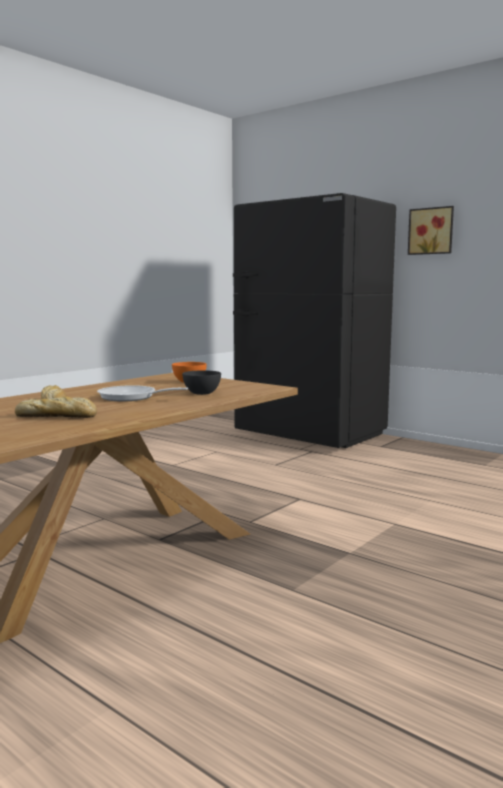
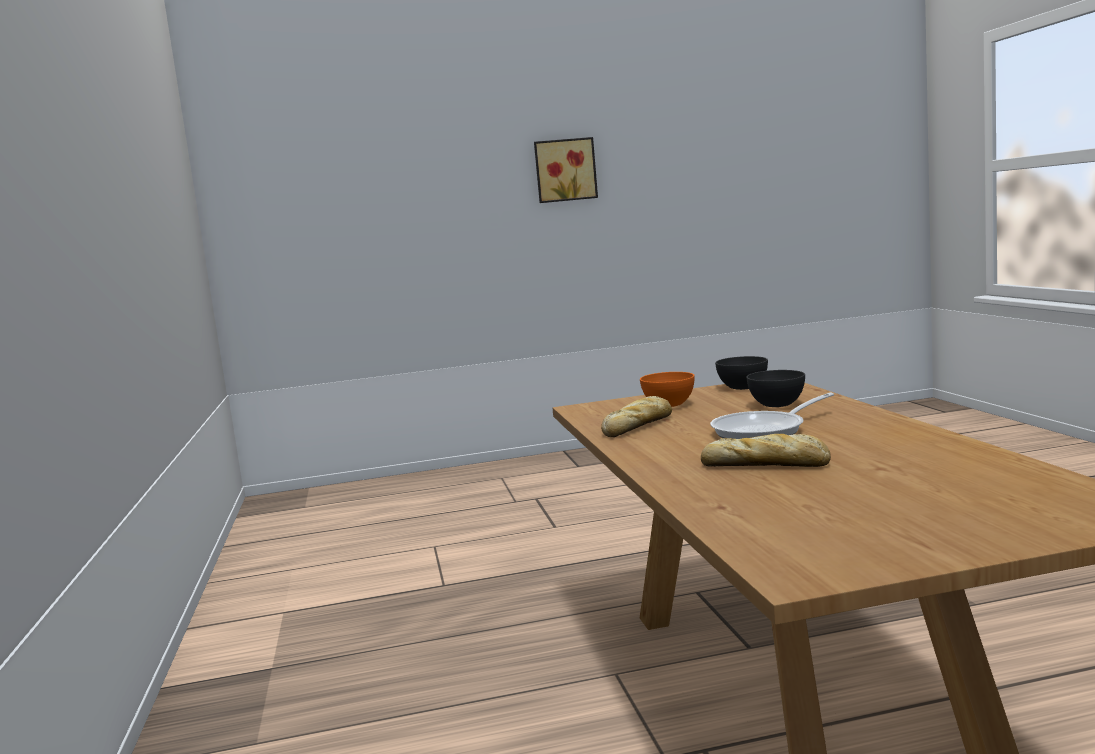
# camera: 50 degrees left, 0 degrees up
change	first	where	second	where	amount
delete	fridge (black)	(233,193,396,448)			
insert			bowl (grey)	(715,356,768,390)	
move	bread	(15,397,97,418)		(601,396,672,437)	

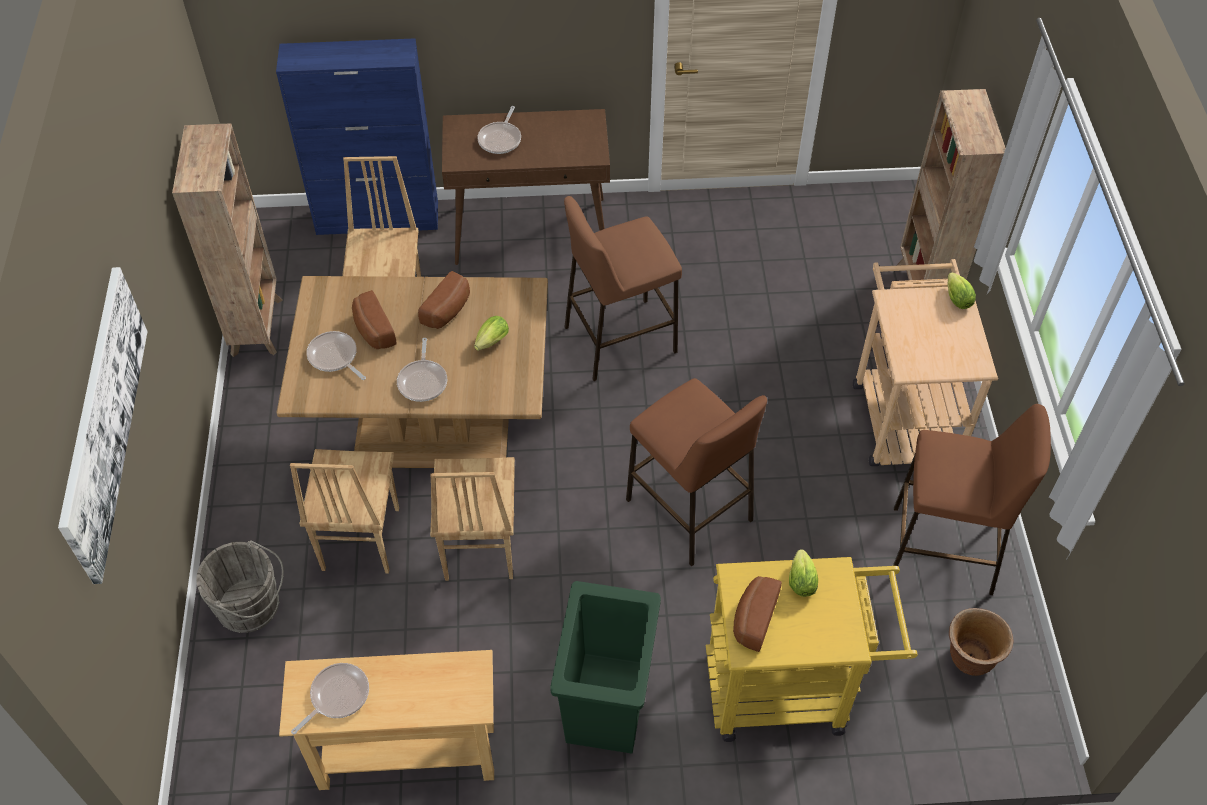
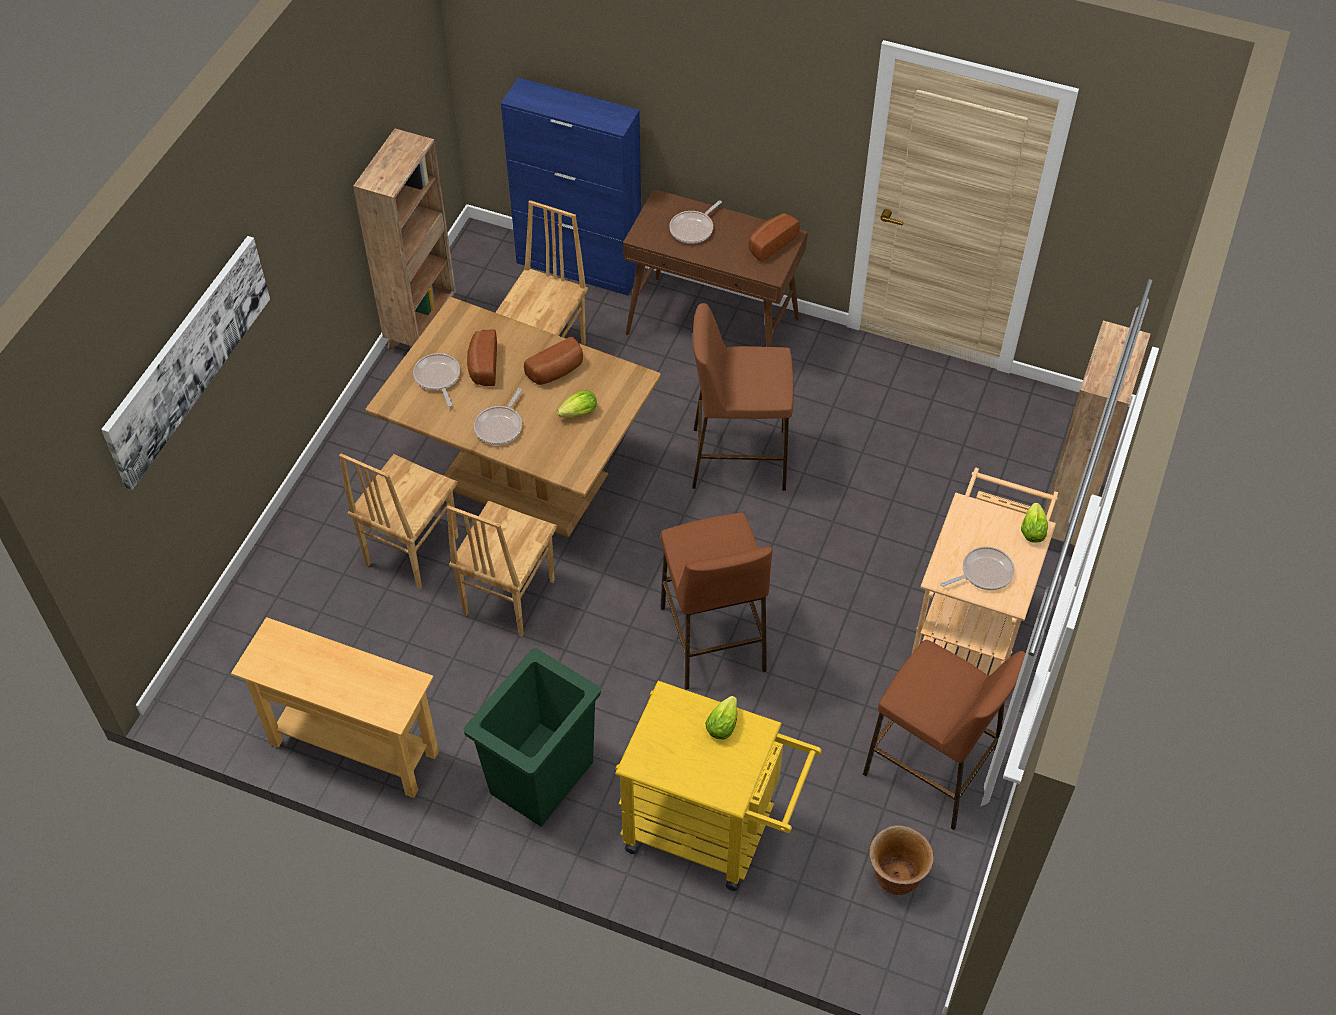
# camera: 25 degrees right, 0 degrees up
change	first	where	second	where	amount
delete	bucket (grey)	(196,540,284,633)			
move	frying pan	(291,663,369,734)		(940,546,1014,590)	
move	bread	(733,576,782,652)		(749,213,800,262)	

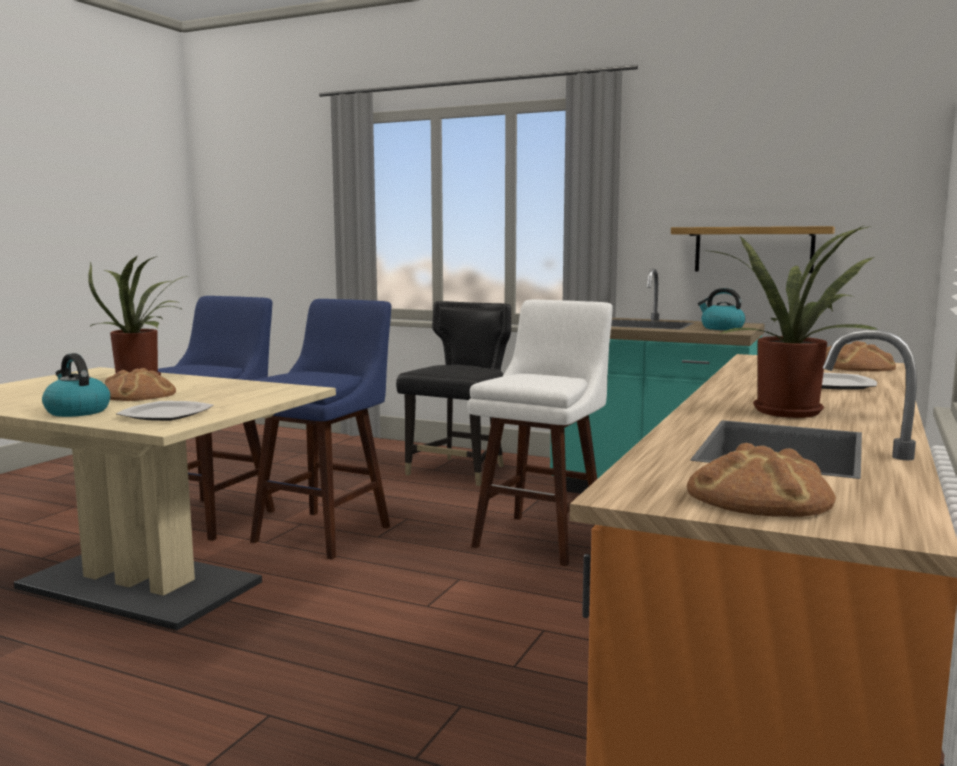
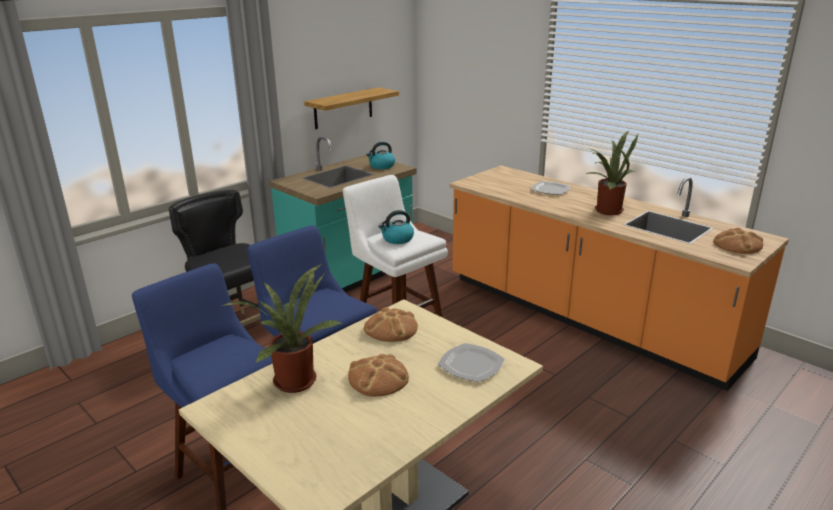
# camera: 70 degrees left, 15 degrees up
change	first	where	second	where	amount
move	kettle	(42,353,110,417)		(378,210,414,244)	
move	bread	(825,341,896,372)		(364,307,418,342)	

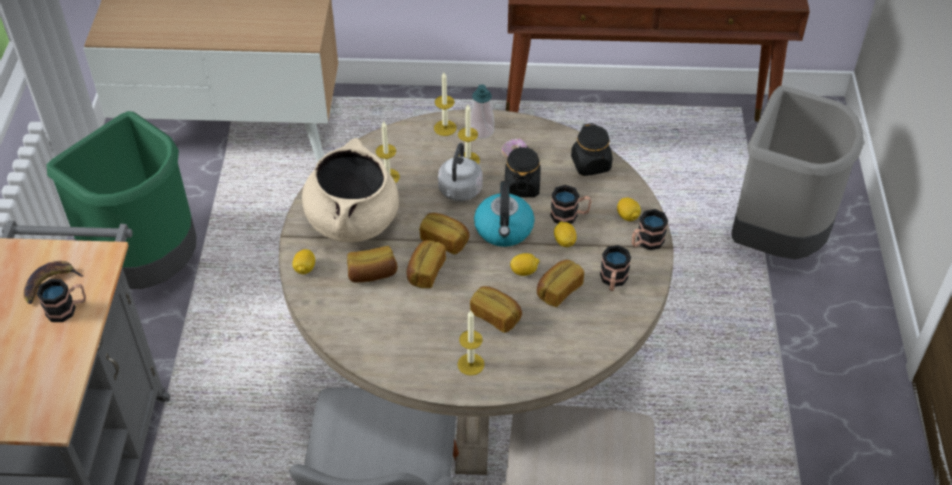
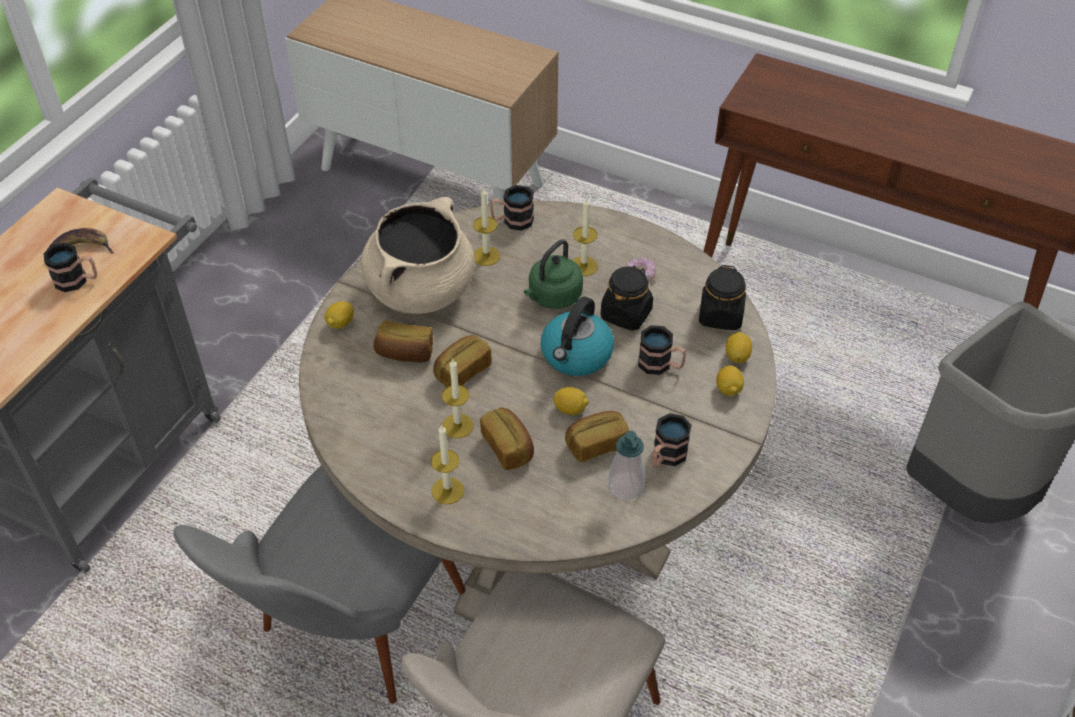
# camera: 25 degrees right, 0 degrees up
change	first	where	second	where	amount
delete	trash can (green)	(46,111,197,289)			
delete	bread	(419,213,470,254)			
move	candle	(434,72,457,136)		(442,359,474,438)	
move	soap dispenser	(470,84,494,139)		(608,431,645,500)	
move	lemon	(554,221,577,247)		(726,332,752,363)	
move	mug	(632,209,668,250)		(490,185,534,231)	
recolor	kettle (grey)	(438,143,483,201)	kettle (green)	(524,239,583,309)	

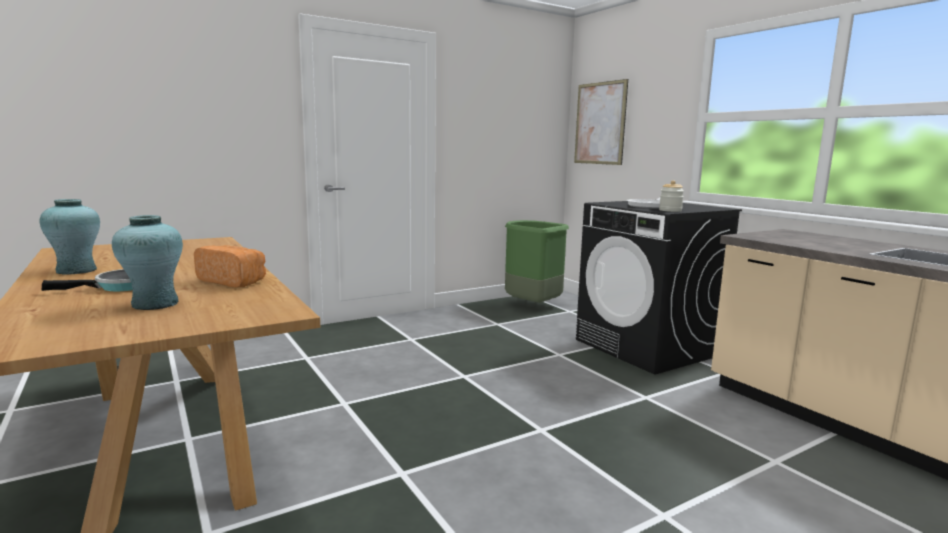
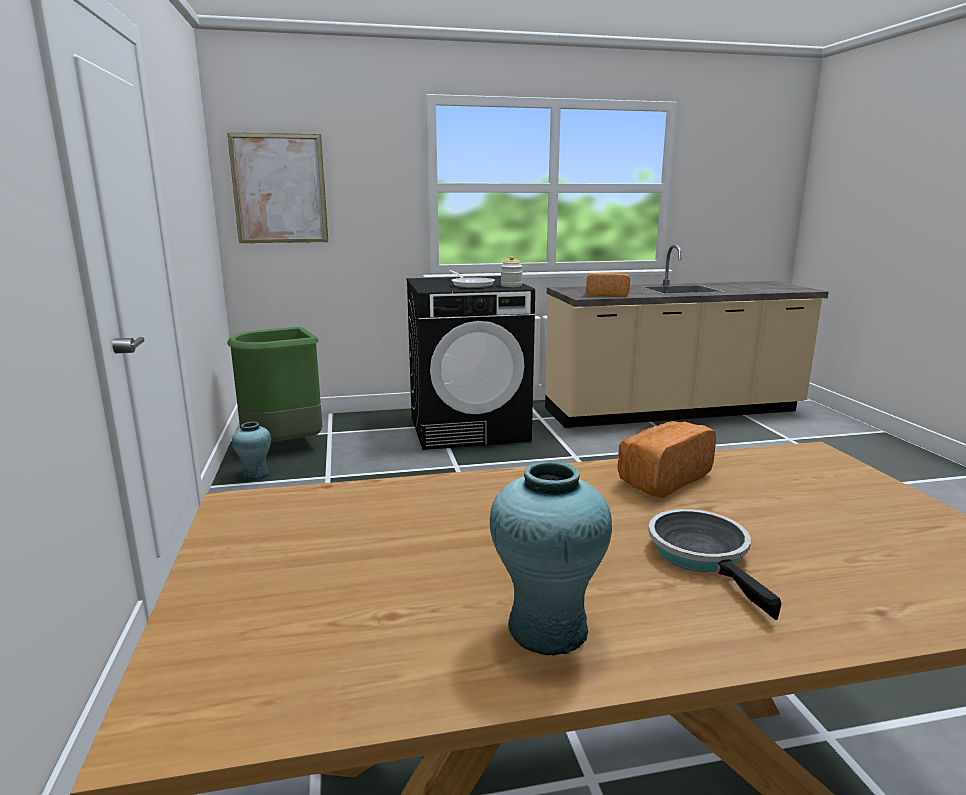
# camera: 70 degrees left, 5 degrees up
change	first	where	second	where	amount
insert			bread	(586,273,630,296)	
move	vase (turquoise)	(112,215,183,310)		(232,422,271,480)	

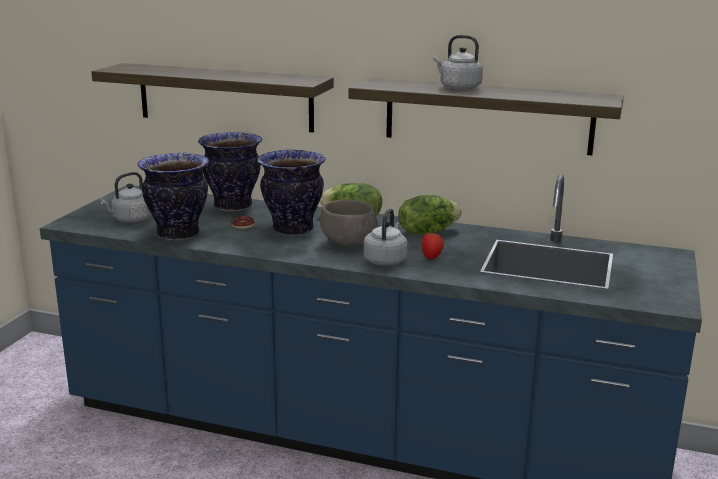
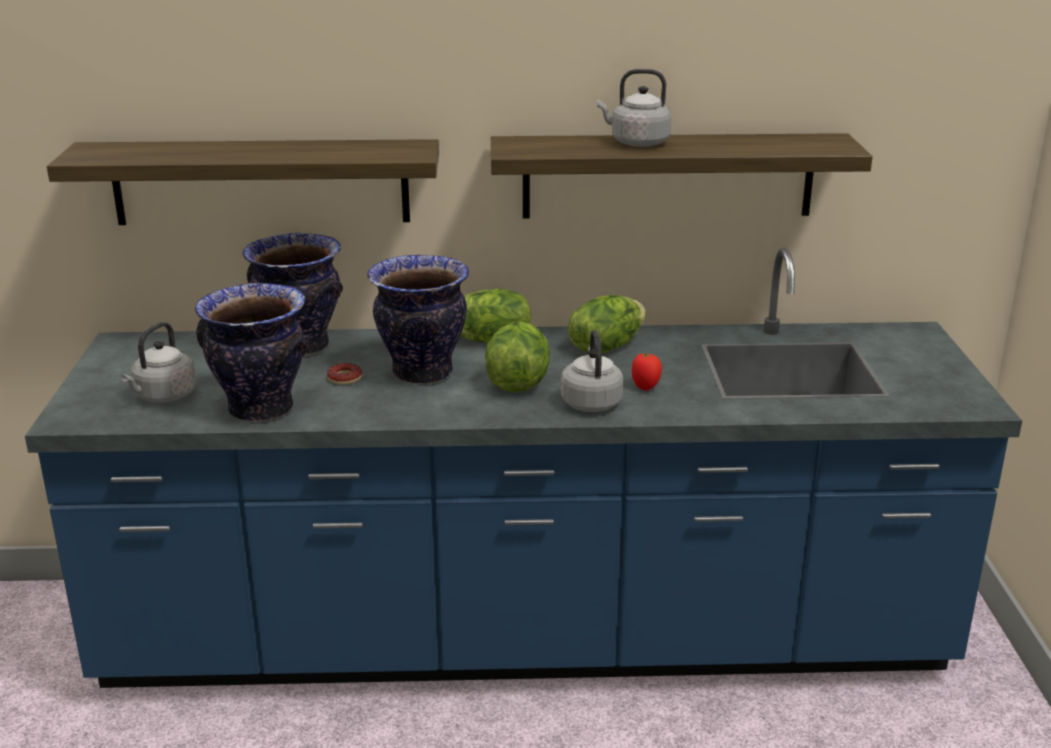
# camera: 20 degrees left, 5 degrees up
change	first	where	second	where	amount
replace	bowl (brown)	(320,199,377,246)	lettuce	(485,322,550,392)	

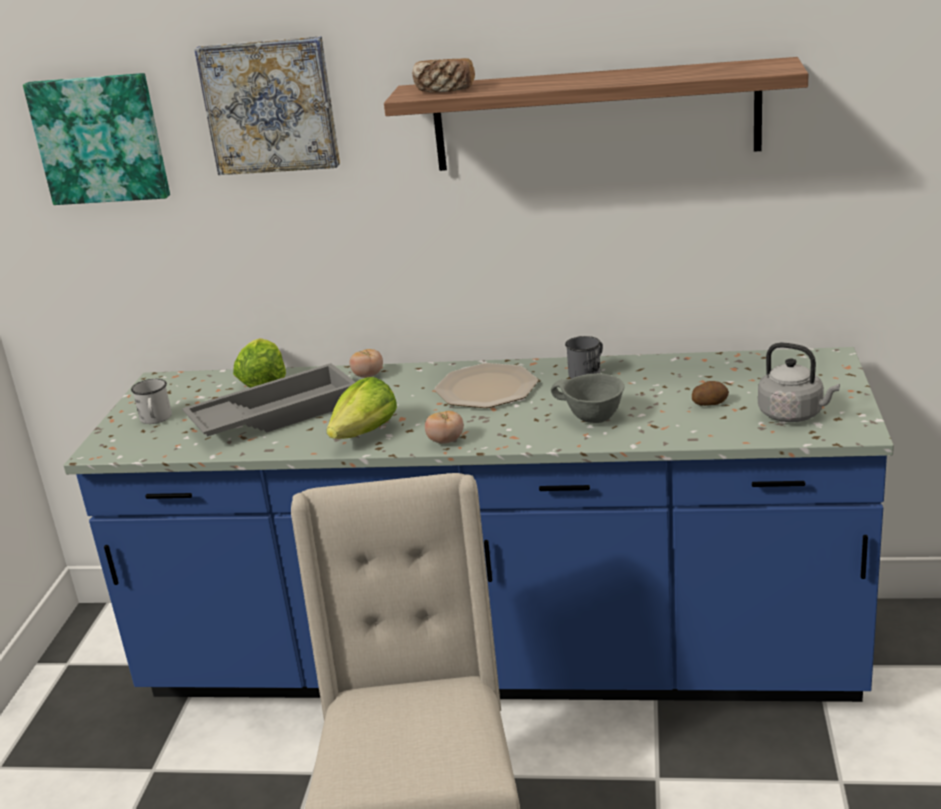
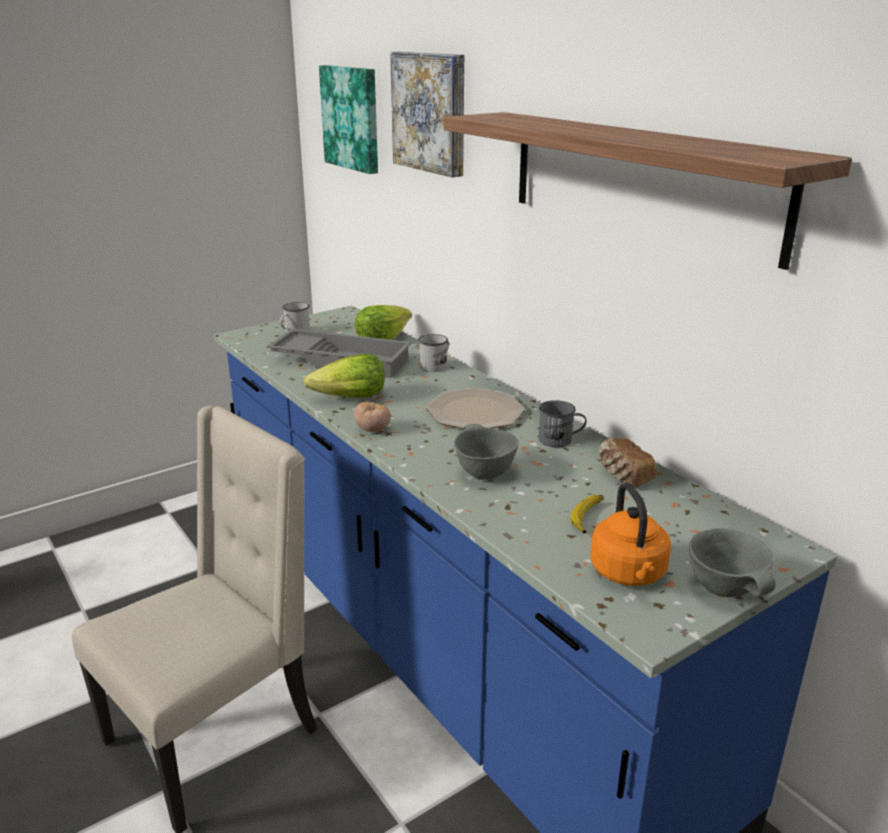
# camera: 45 degrees right, 0 degrees up
change	first	where	second	where	amount
insert			bowl (grey)	(689,528,776,597)	
move	bread	(412,58,475,93)		(599,438,657,487)	
replace	tomato	(349,349,383,378)	mug (white)	(418,334,449,372)	
replace	potato	(692,381,729,406)	banana	(570,495,604,534)	
recolor	kettle (grey)	(758,343,840,422)	kettle (orange)	(590,482,671,586)	

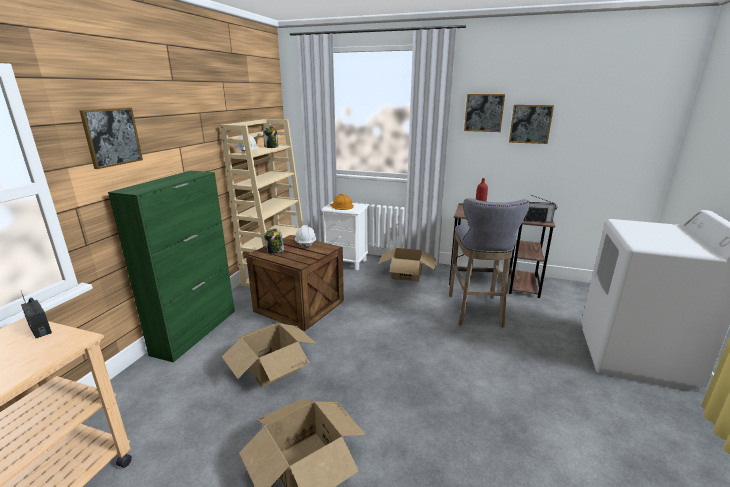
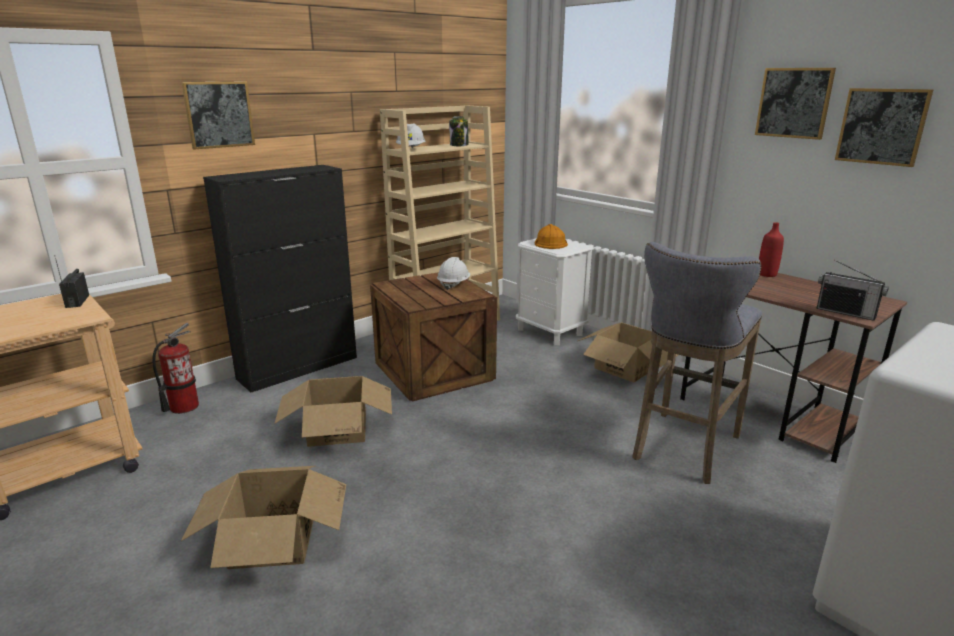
# camera: 30 degrees right, 0 degrees up
change	first	where	second	where	amount
delete	jar	(264,229,284,254)			
insert			fire extinguisher	(152,323,199,414)	
recolor	cabinet (green)	(108,171,235,362)	cabinet (black)	(203,165,357,392)	

